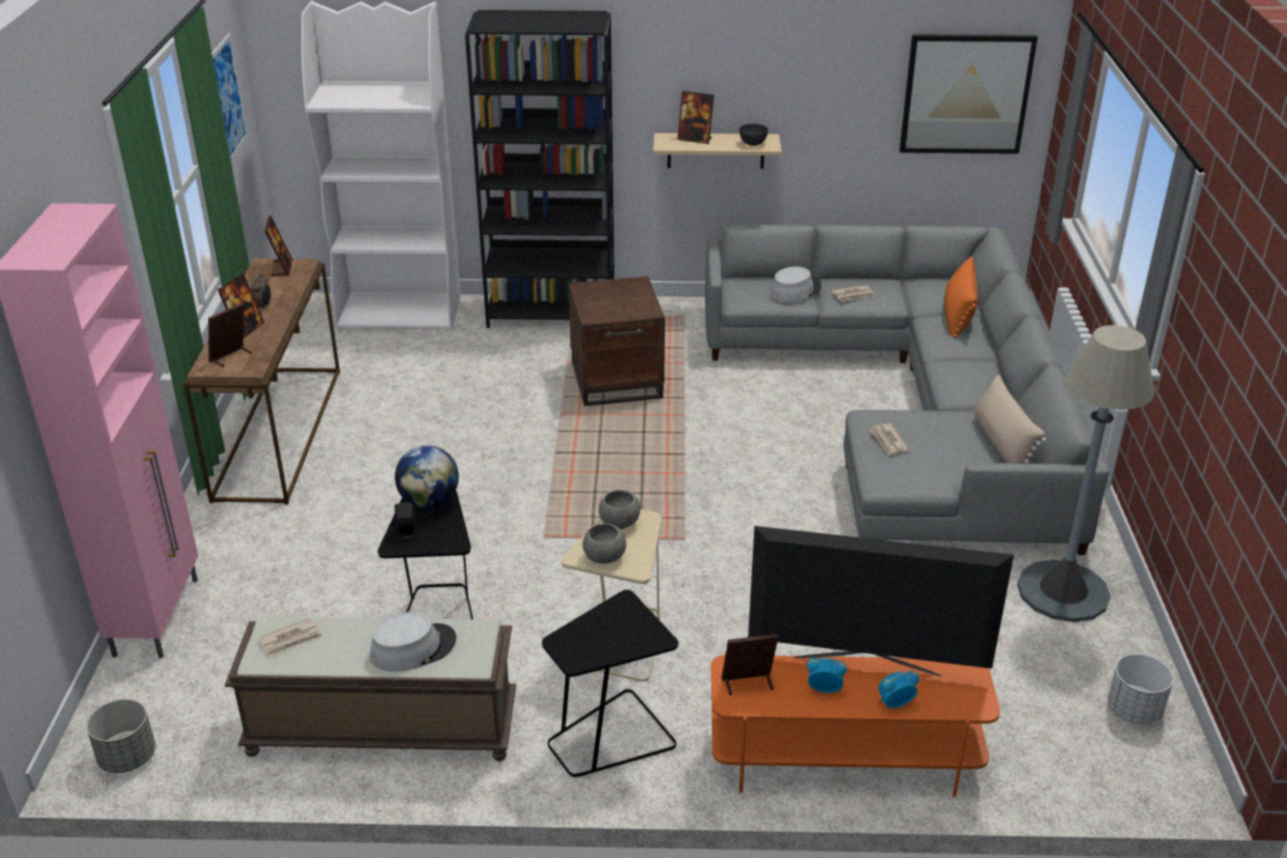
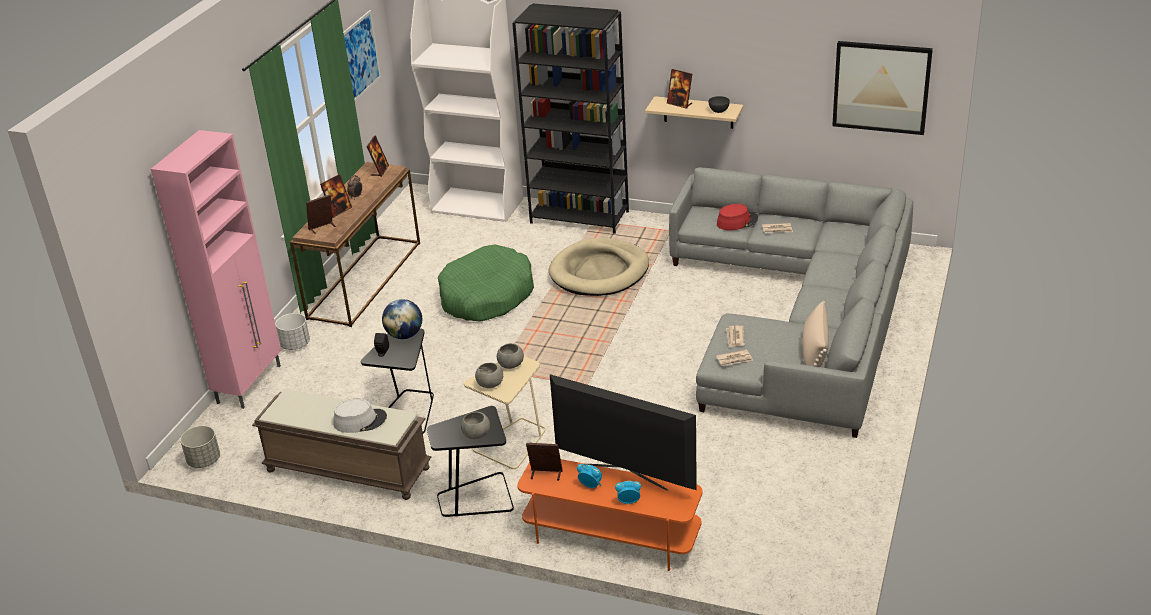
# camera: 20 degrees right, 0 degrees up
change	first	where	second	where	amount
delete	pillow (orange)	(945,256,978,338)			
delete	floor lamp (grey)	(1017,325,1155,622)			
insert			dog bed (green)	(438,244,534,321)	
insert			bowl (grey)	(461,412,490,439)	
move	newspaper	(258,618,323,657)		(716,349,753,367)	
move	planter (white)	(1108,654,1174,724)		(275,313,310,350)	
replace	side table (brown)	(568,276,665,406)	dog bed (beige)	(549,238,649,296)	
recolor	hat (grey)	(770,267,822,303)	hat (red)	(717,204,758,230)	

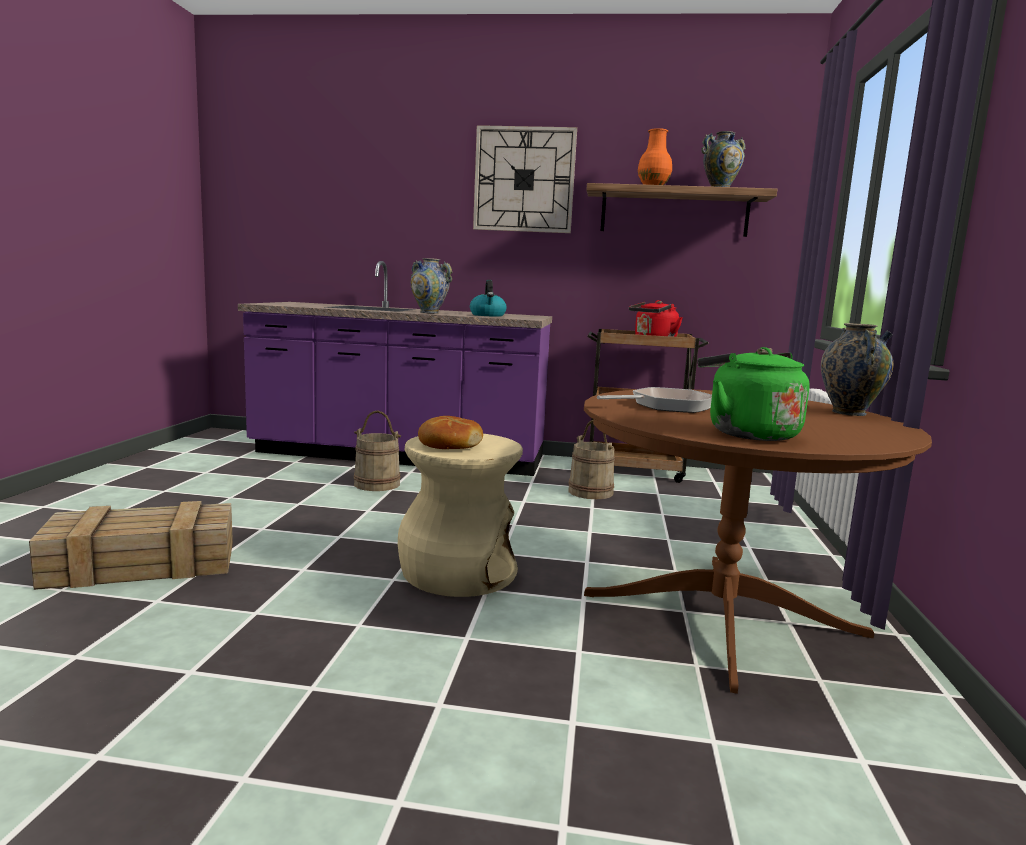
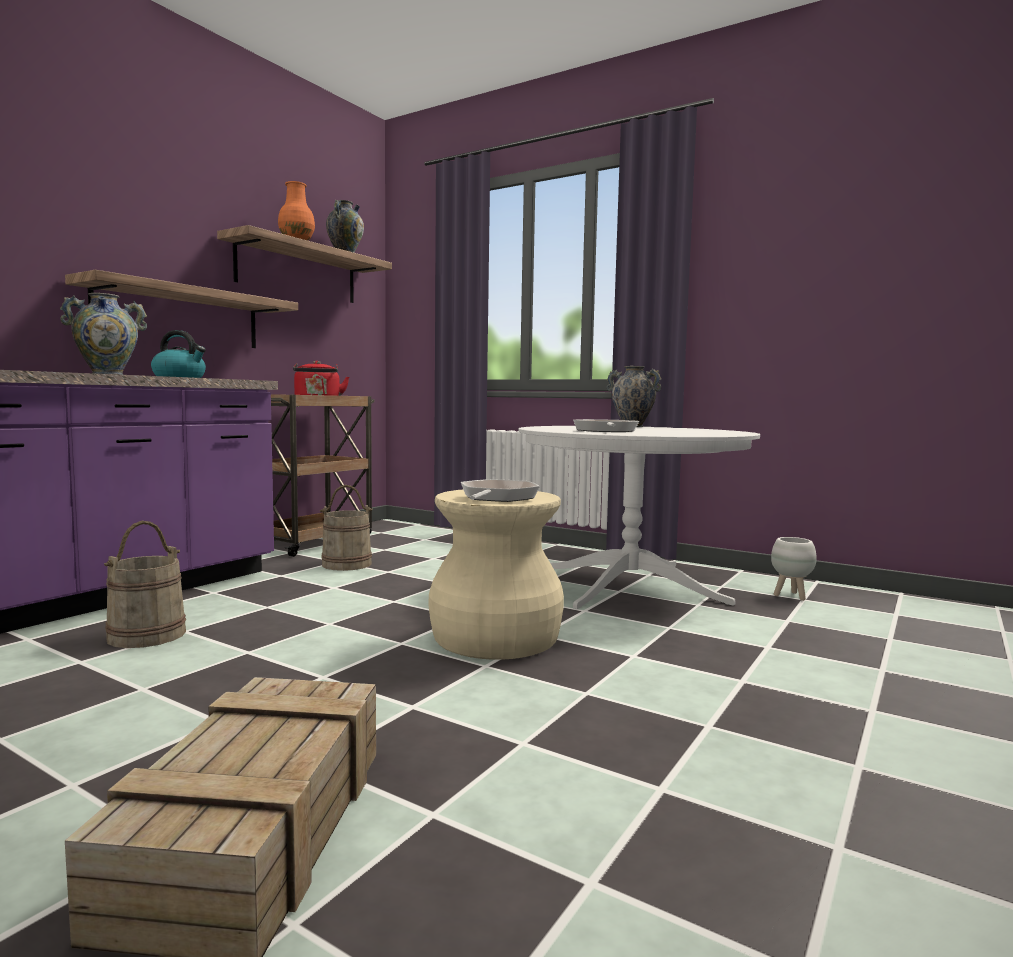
# camera: 65 degrees left, 5 degrees down
change	first	where	second	where	amount
delete	wall clock	(473,125,577,233)			
delete	kettle (green)	(697,347,810,441)			
insert			shelf	(65,270,298,348)	
insert			planter (white)	(771,537,817,601)	
replace	bread	(418,416,483,449)	frying pan	(461,479,540,502)	
recolor	dining table (brown)	(584,389,932,694)	dining table (white)	(518,426,760,609)	

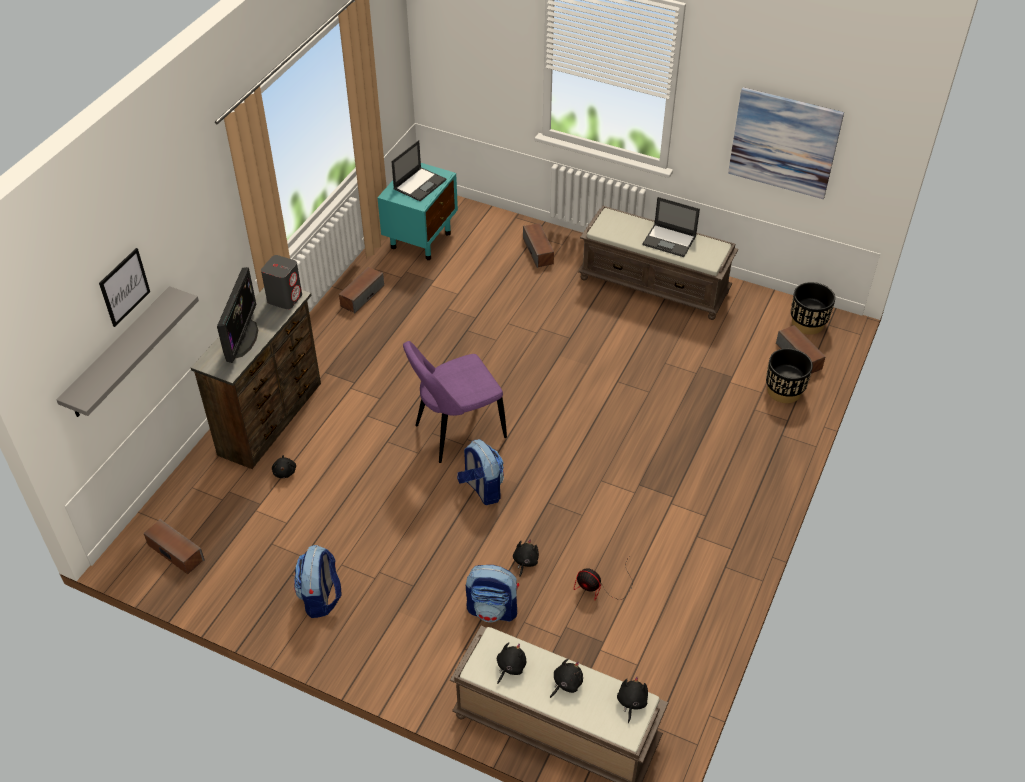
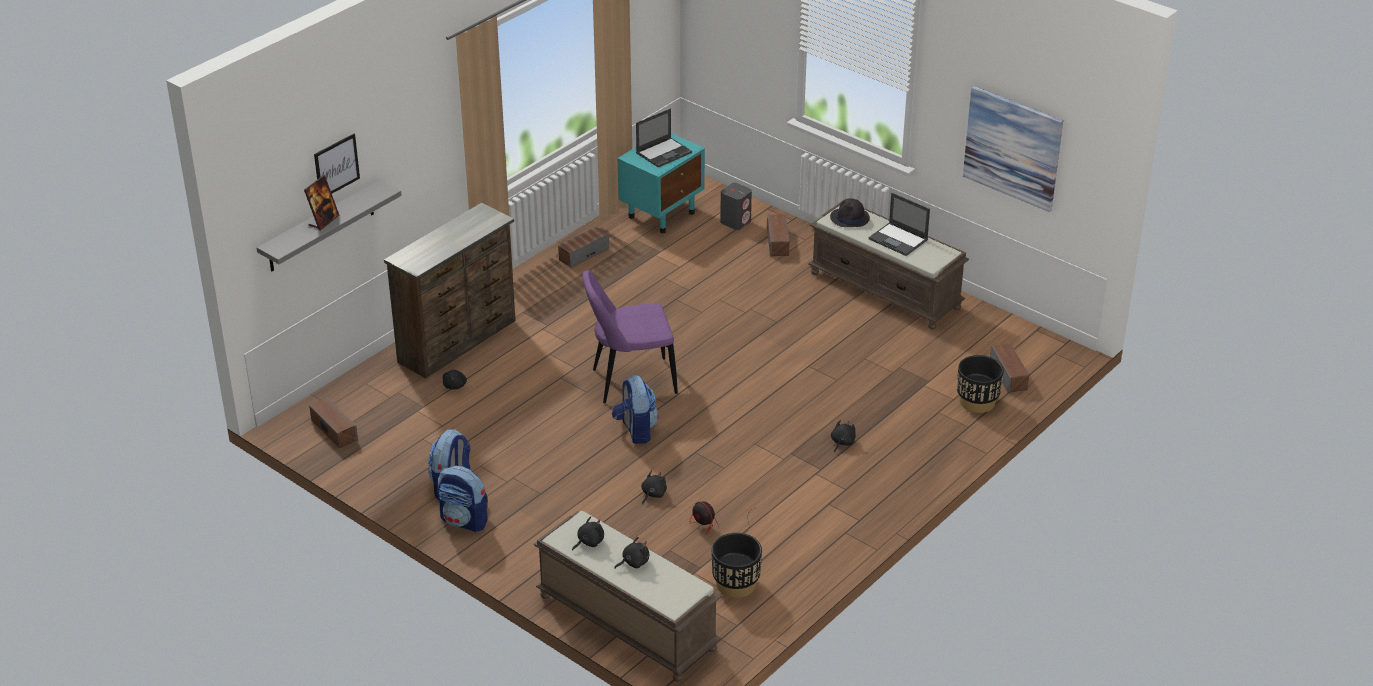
# camera: 15 degrees right, 10 degrees down
change	first	where	second	where	amount
delete	monitor	(217,267,258,363)			
insert			picture frame	(304,175,340,230)	
insert			hat (black)	(830,198,870,227)	
move	speaker (grey)	(261,255,302,310)		(720,183,752,230)	
move	backpack	(466,565,519,622)		(438,466,488,532)	
move	plush toy (black)	(617,677,648,723)		(831,420,856,452)	
move	planter (black)	(791,282,835,335)		(712,533,762,598)	

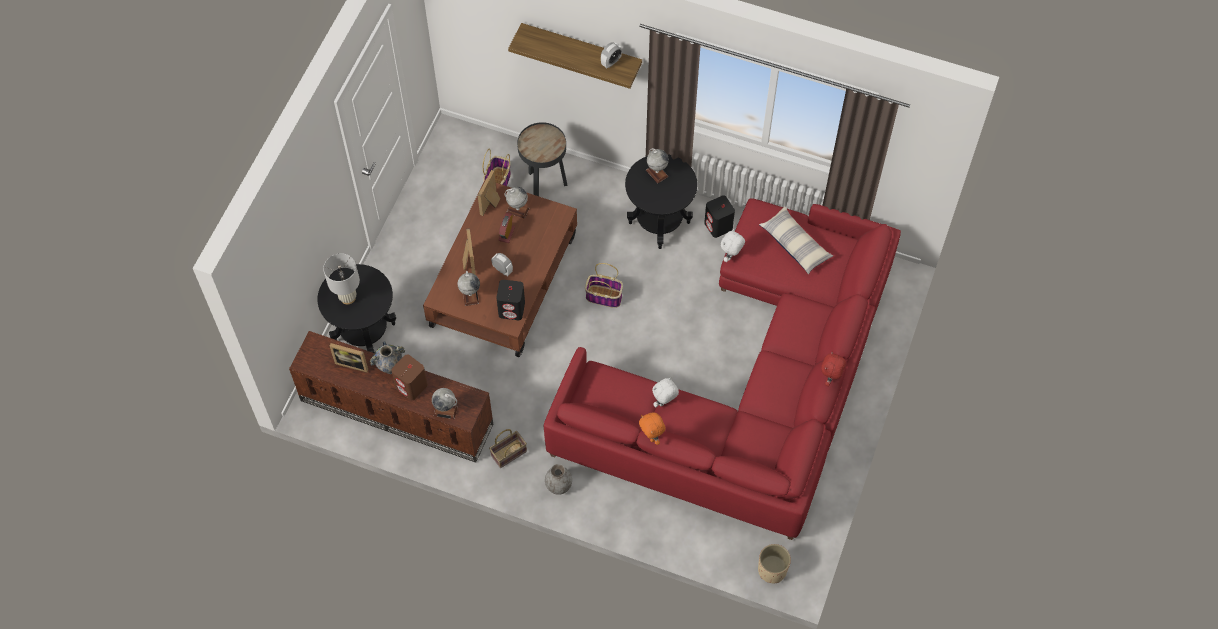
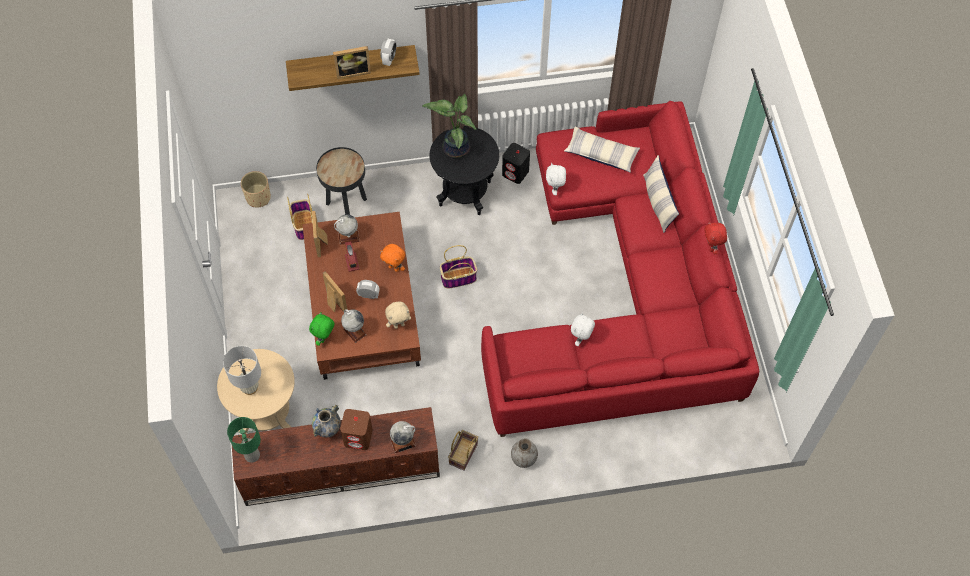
# camera: 30 degrees left, 0 degrees up
change	first	where	second	where	amount
insert			table lamp (green)	(227,417,261,463)	
insert			plush toy (green)	(309,312,334,346)	
insert			pillow	(643,155,679,233)	
move	picture frame	(330,343,368,373)		(333,46,371,79)	
move	plush toy (orange)	(639,413,666,445)		(380,244,405,272)	
move	planter (beige)	(758,544,791,583)		(241,171,271,207)	
replace	speaker (black)	(496,280,525,320)	plush toy (beige)	(385,302,411,329)	
replace	globe	(646,148,669,183)	potted plant	(422,93,477,158)	
recolor	side table (black)	(318,264,396,353)	side table (beige)	(217,349,295,434)	

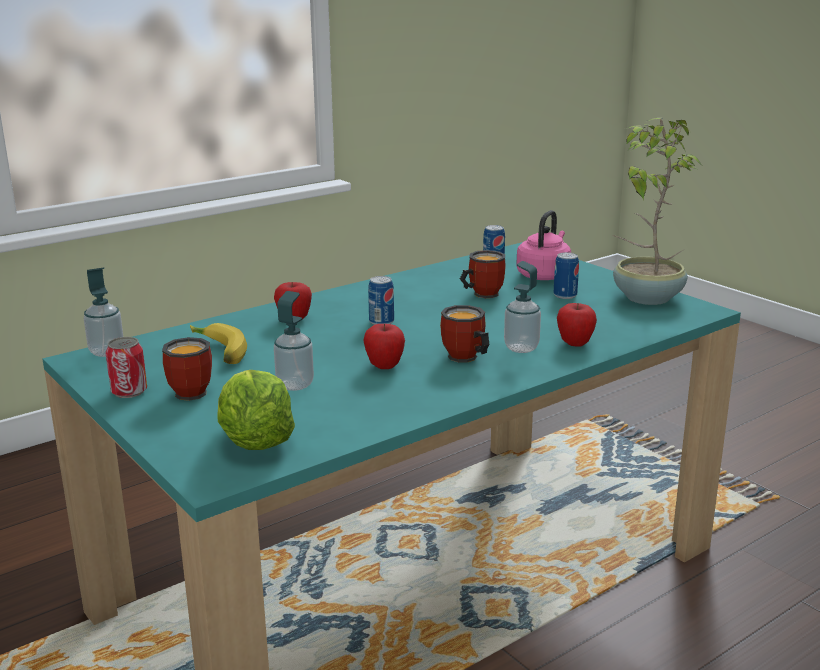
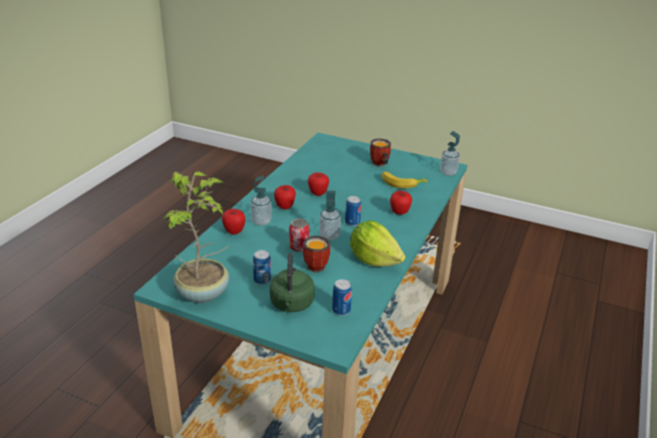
# camera: 150 degrees right, 10 degrees up
change	first	where	second	where	amount
move	can	(105,337,147,398)		(289,219,309,252)	
move	lettuce	(217,370,295,450)		(350,220,406,266)	
move	soap dispenser	(274,291,314,391)		(319,191,341,240)	
replace	mug	(440,305,489,362)	apple	(274,185,296,209)	
recolor	kettle (pink)	(516,210,571,280)	kettle (green)	(270,253,315,312)	

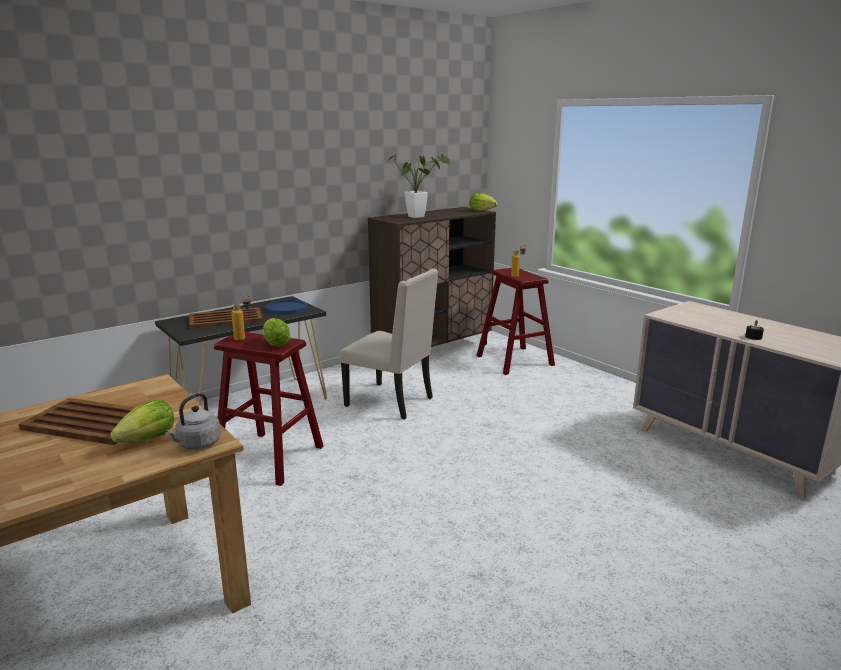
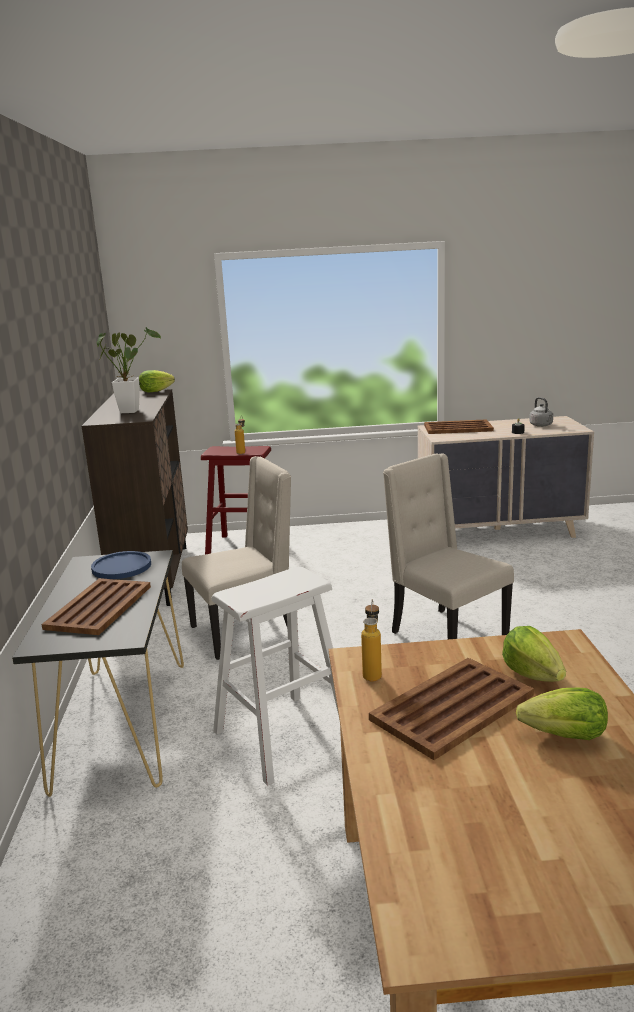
# camera: 55 degrees left, 0 degrees up
change	first	where	second	where	amount
insert			chair (beige)	(383,454,514,639)	
insert			tray (brown)	(424,419,494,434)	
move	kettle (grey)	(165,393,221,450)		(529,397,553,427)	
move	bottle	(231,295,251,341)		(361,599,382,682)	
move	lettuce	(263,318,291,347)		(516,688,608,740)	
recolor	stool (red)	(214,332,323,486)	stool (white)	(212,566,339,786)	

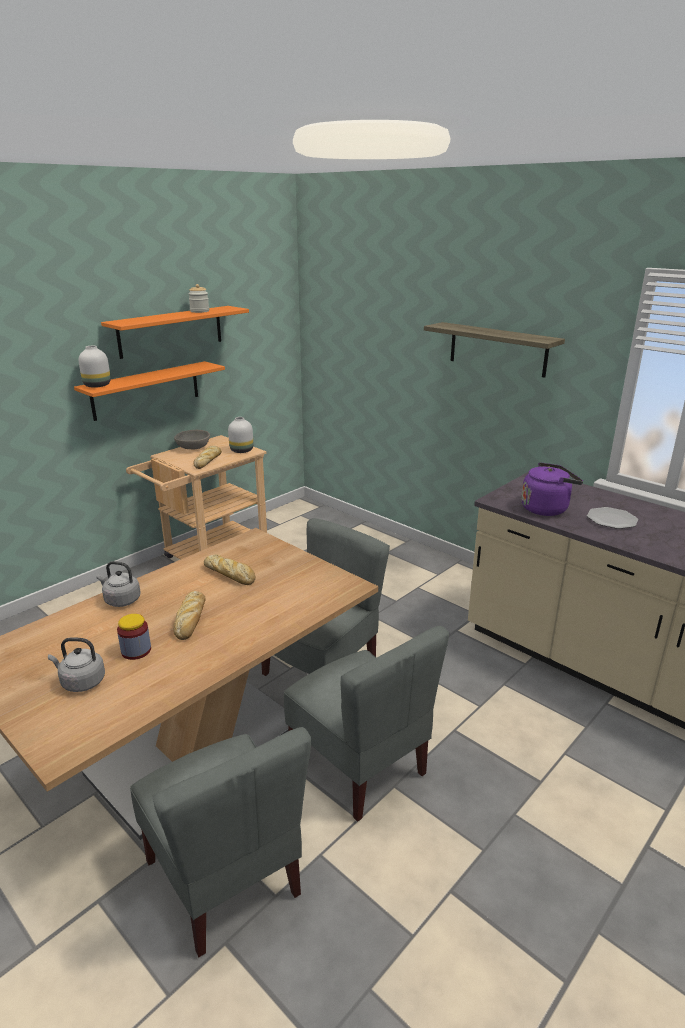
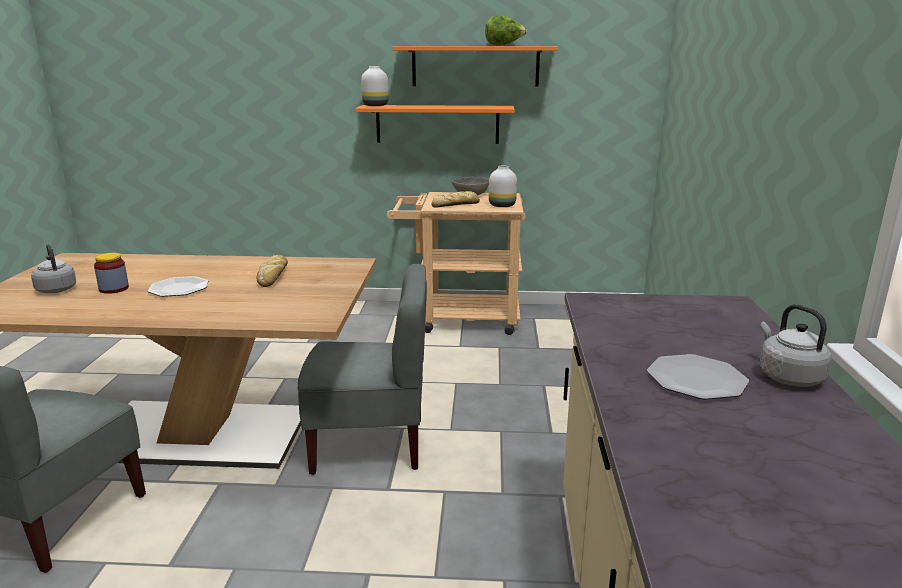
# camera: 50 degrees right, 5 degrees down
change	first	where	second	where	amount
delete	chair (grey)	(284,626,449,822)			
delete	shelf	(424,322,565,378)			
delete	kettle (purple)	(521,462,583,516)			
move	kettle (grey)	(96,561,141,607)		(760,304,831,387)	
replace	bread	(173,591,206,640)	plate	(147,276,209,297)	
replace	jar	(188,284,209,313)	lettuce	(485,15,527,46)	

